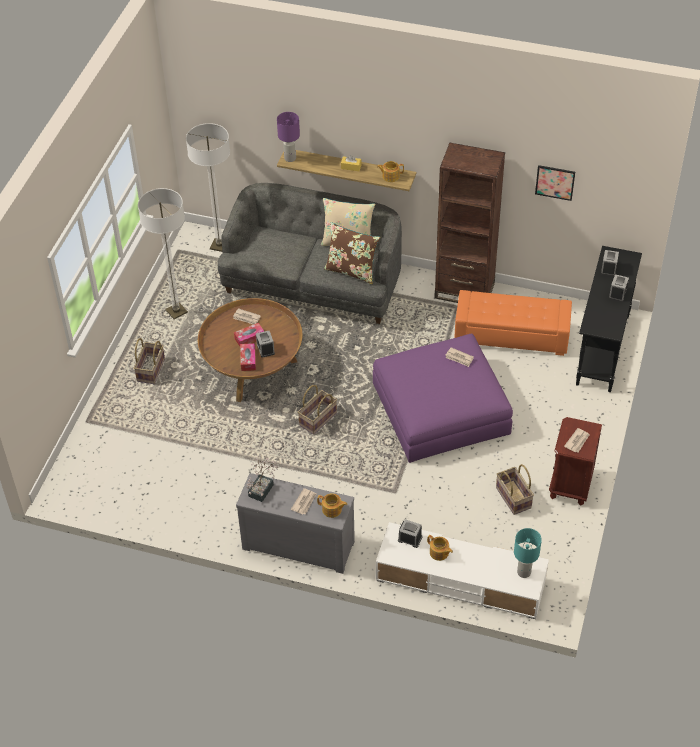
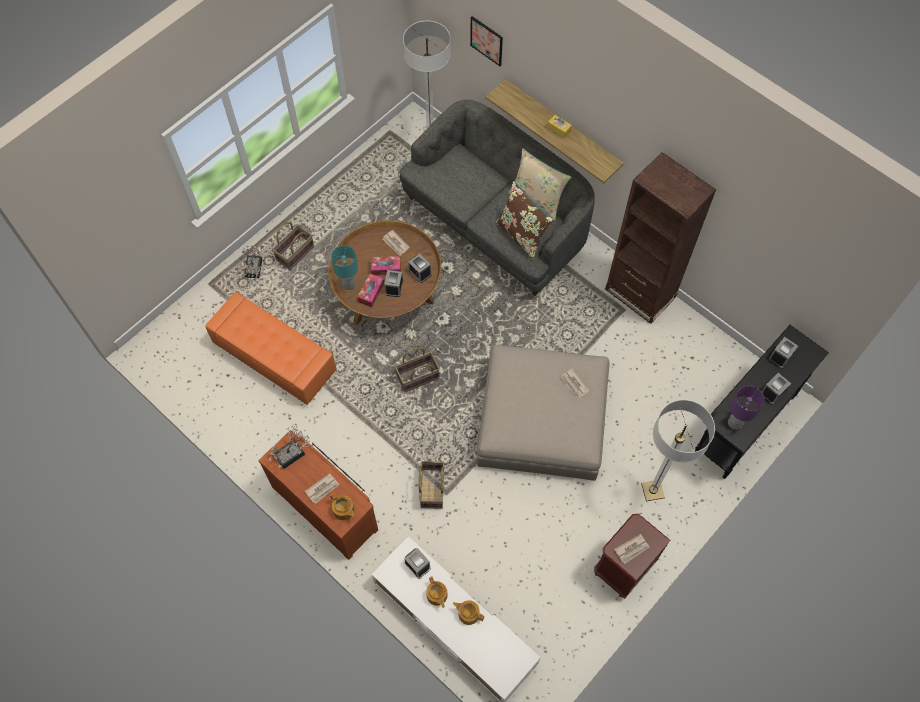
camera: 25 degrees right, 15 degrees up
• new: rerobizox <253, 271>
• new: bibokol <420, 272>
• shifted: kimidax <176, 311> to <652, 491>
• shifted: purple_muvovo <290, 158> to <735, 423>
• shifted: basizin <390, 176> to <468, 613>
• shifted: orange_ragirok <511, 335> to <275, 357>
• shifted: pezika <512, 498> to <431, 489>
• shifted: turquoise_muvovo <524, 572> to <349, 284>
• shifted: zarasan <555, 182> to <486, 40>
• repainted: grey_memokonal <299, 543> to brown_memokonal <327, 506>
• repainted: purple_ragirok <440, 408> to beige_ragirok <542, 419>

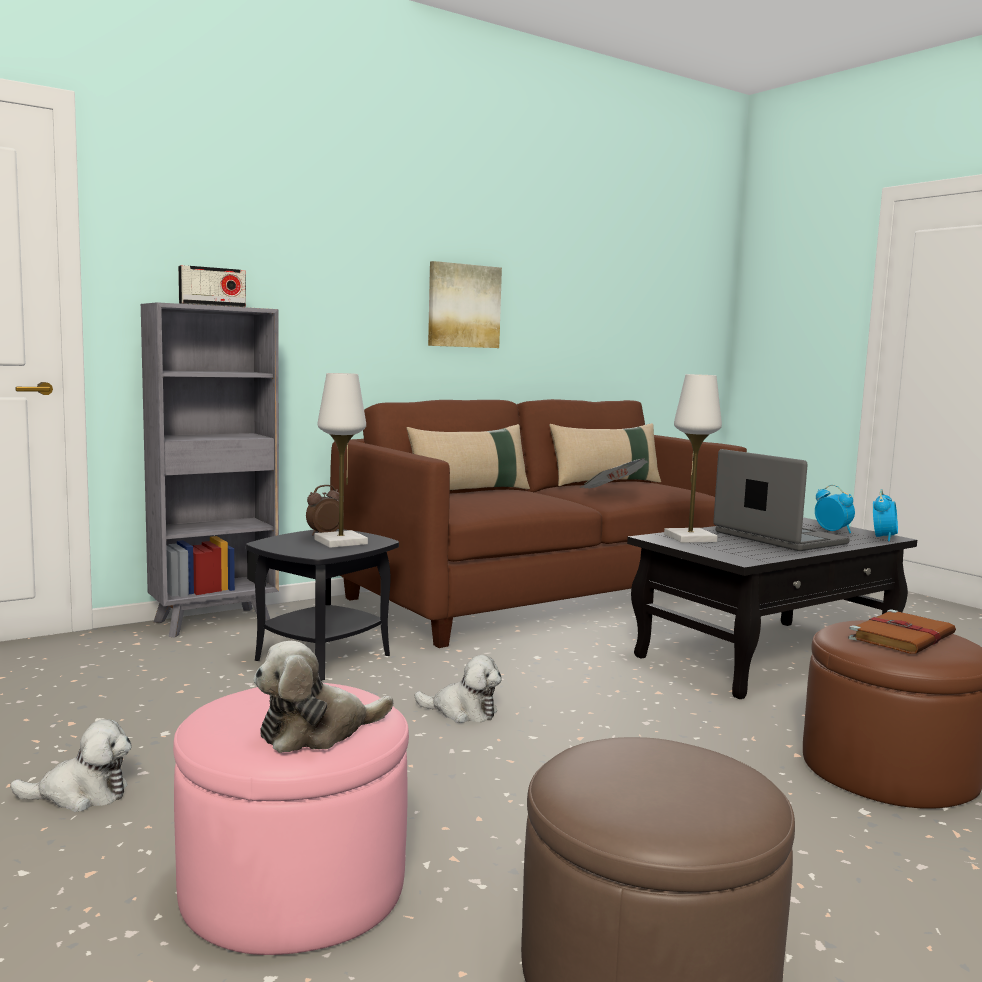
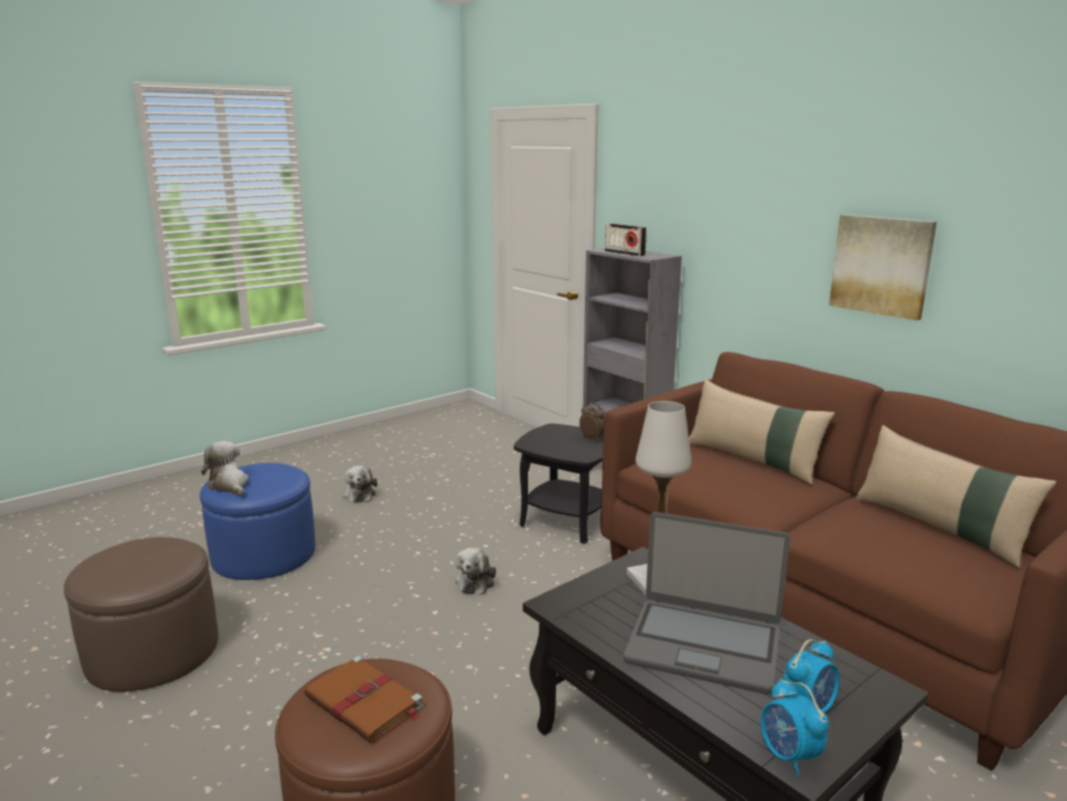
camera: 85 degrees right, 10 degrees up
• gone: white_muvovo <341, 542>
• gone: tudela <612, 492>
• repainted: pink_ragirok <294, 886> to blue_ragirok <264, 554>
• rotated: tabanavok <778, 538> = <703, 645> 60 degrees clockwise
• rotated: bibokol <883, 538> = <788, 755> 45 degrees clockwise

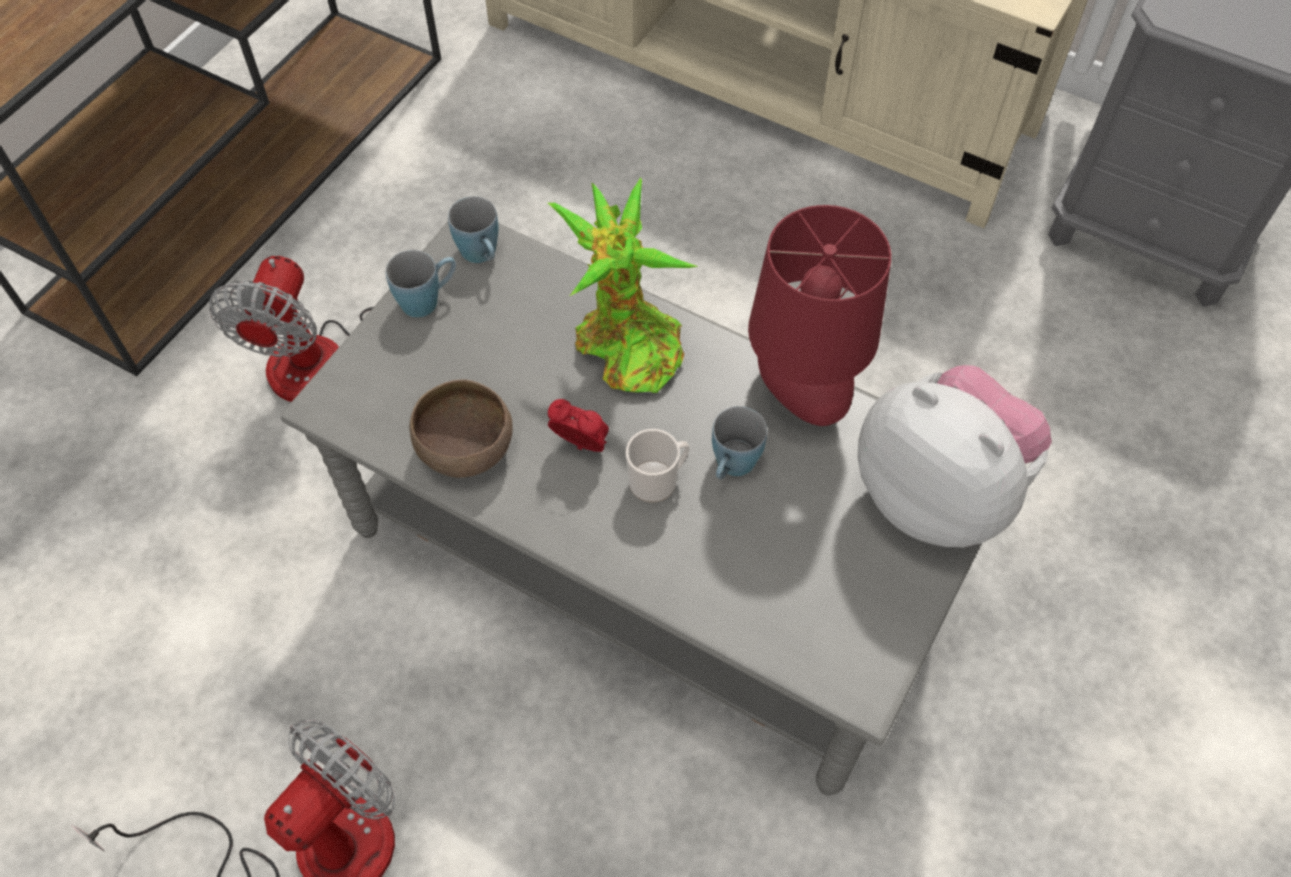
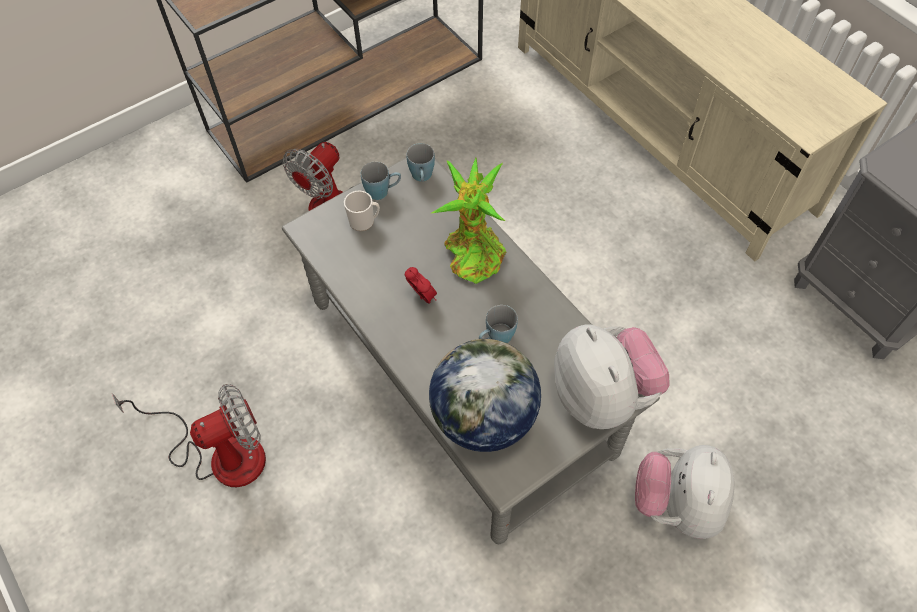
camera: 25 degrees right, 0 degrees up
• gone: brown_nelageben <467, 447>
• gone: red_muvovo <801, 394>
• new: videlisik <483, 417>
• new: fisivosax <677, 504>
• shifted: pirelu <658, 480> to <364, 221>

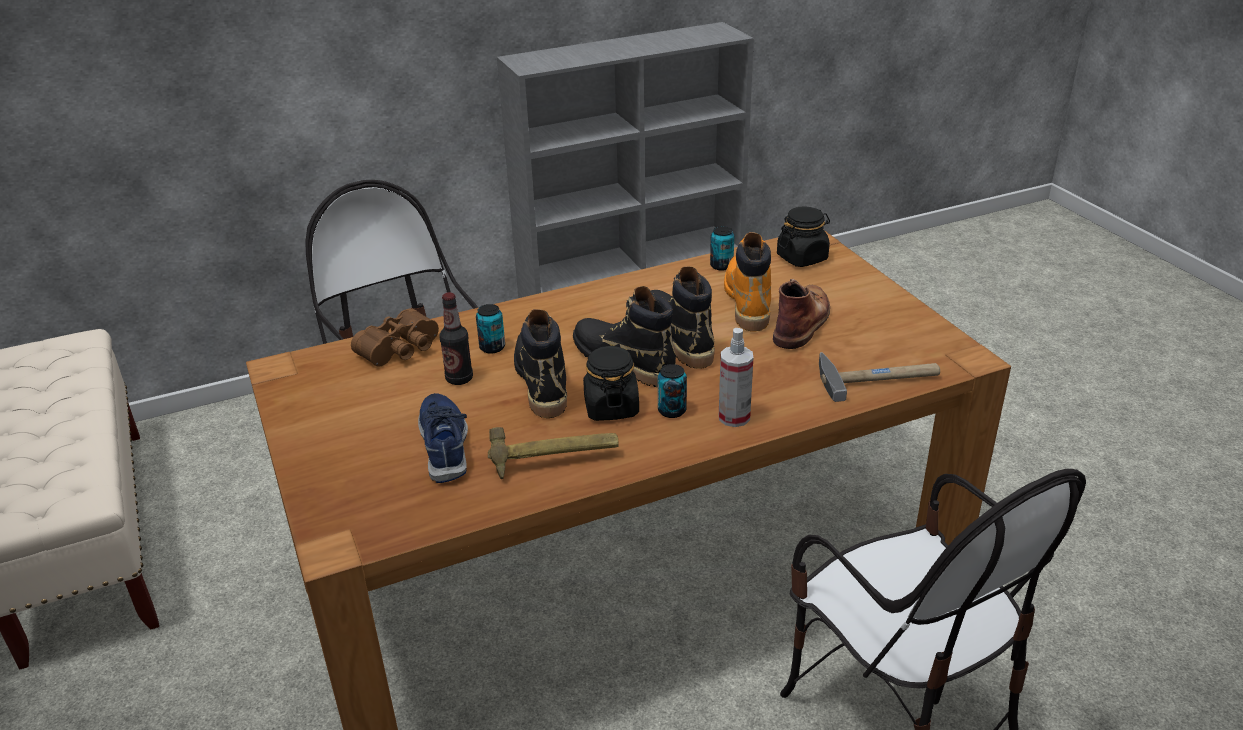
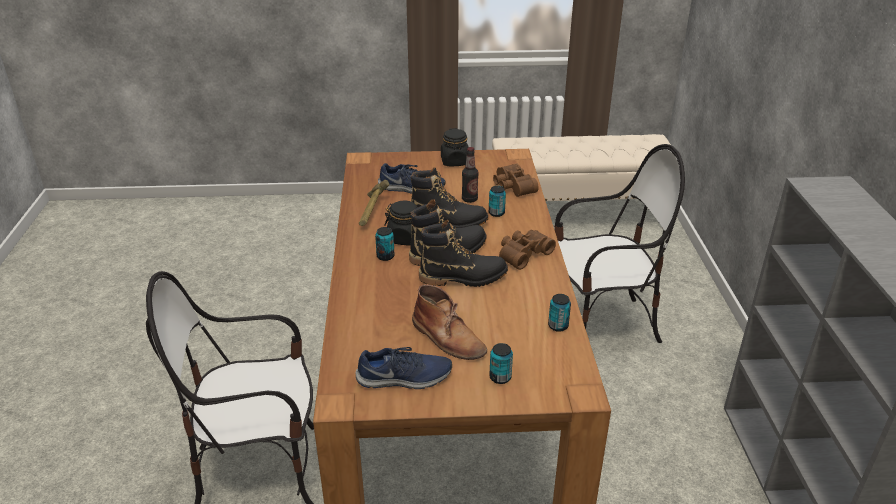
camera: 110 degrees right, 0 degrees up
• gone: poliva <734, 417>
• gone: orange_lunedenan <747, 302>
• gone: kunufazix <878, 377>
• new: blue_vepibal <404, 378>
• new: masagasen <500, 377>
• new: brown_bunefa <523, 254>
• shifted: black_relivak <802, 258> to <455, 162>

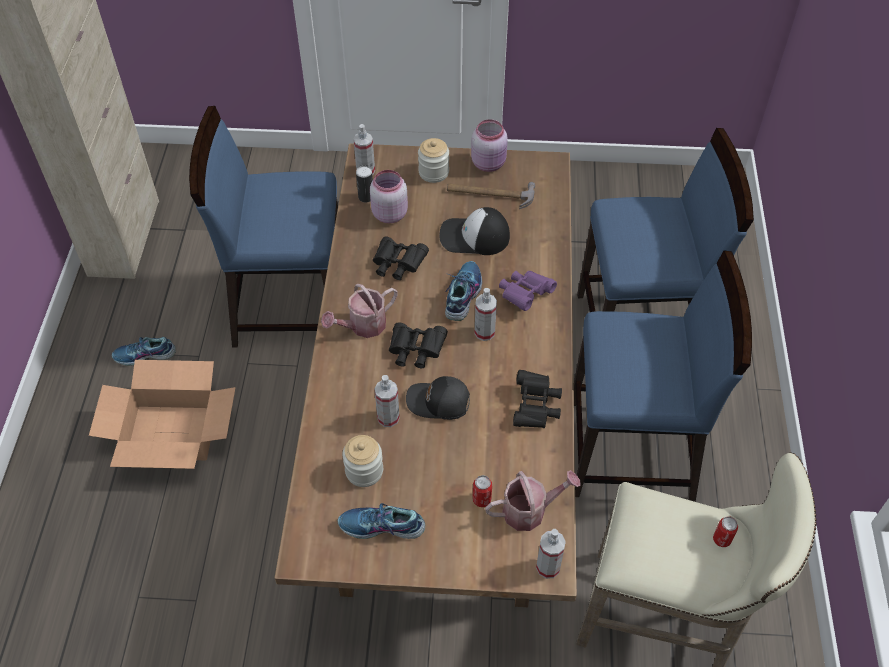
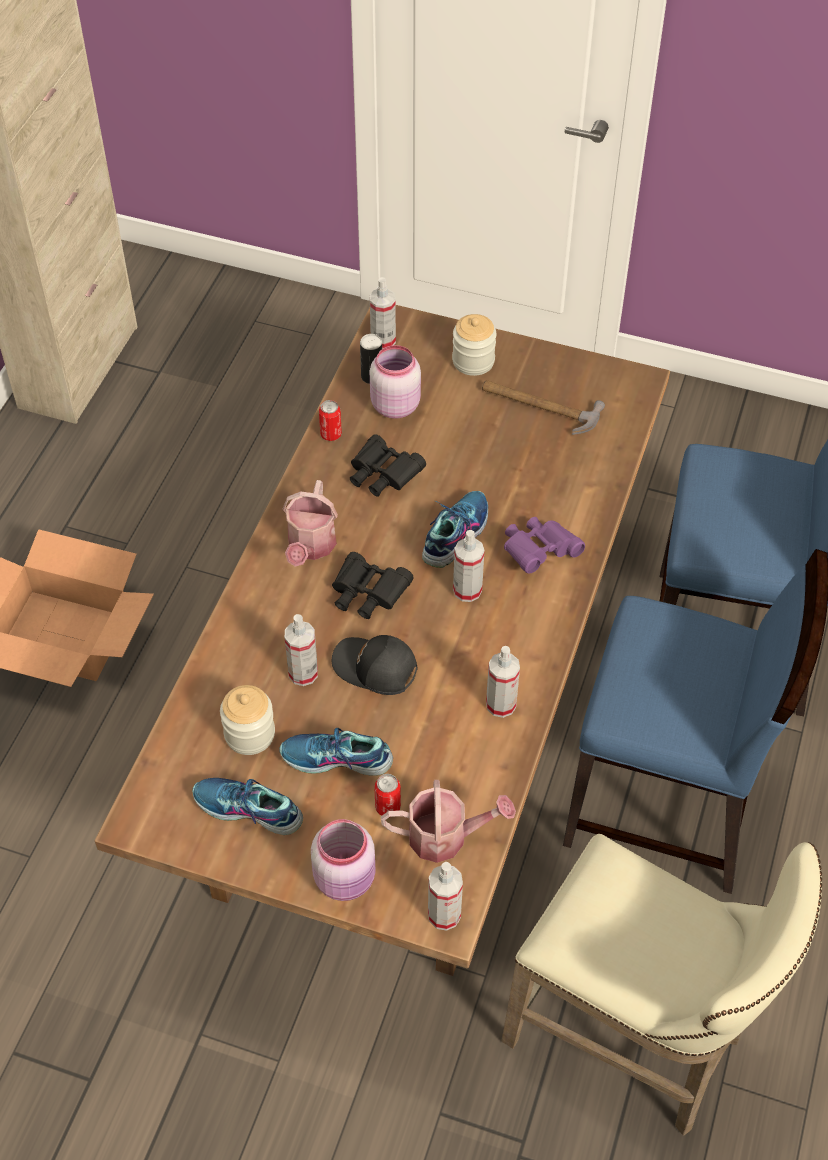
camera: 15 degrees right, 0 degrees up
• gone: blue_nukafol <289, 305>
• gone: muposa <474, 237>
• shifted: vepibal <145, 356> to <336, 760>
• shifted: pink_relivak <489, 163> to <346, 879>
• shifted: masagasen <721, 539> to <331, 434>
• swapped: black_bunefa <535, 407> to poliva <501, 704>
• rotated: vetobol <363, 326> = <310, 547> 60 degrees counterclockwise

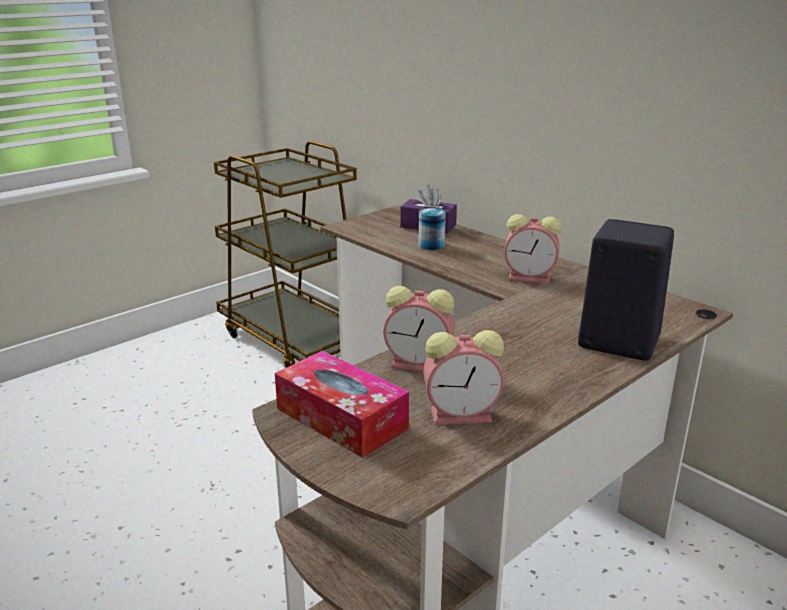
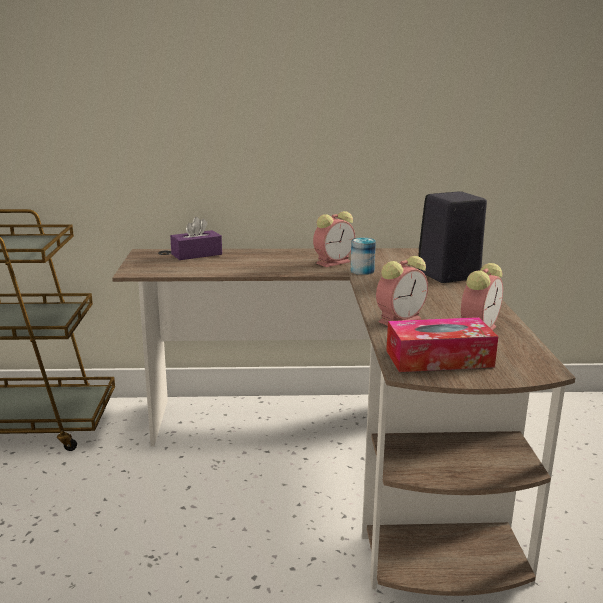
camera: 50 degrees left, 5 degrees down
• shifted: masagasen <431, 245> to <362, 271>

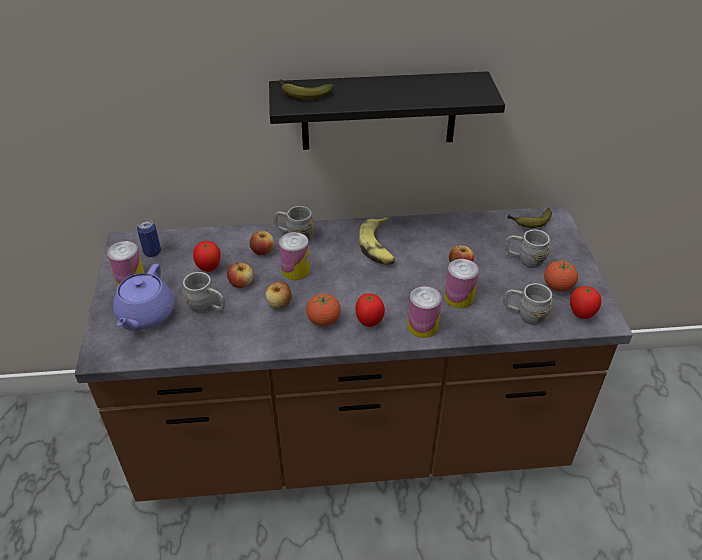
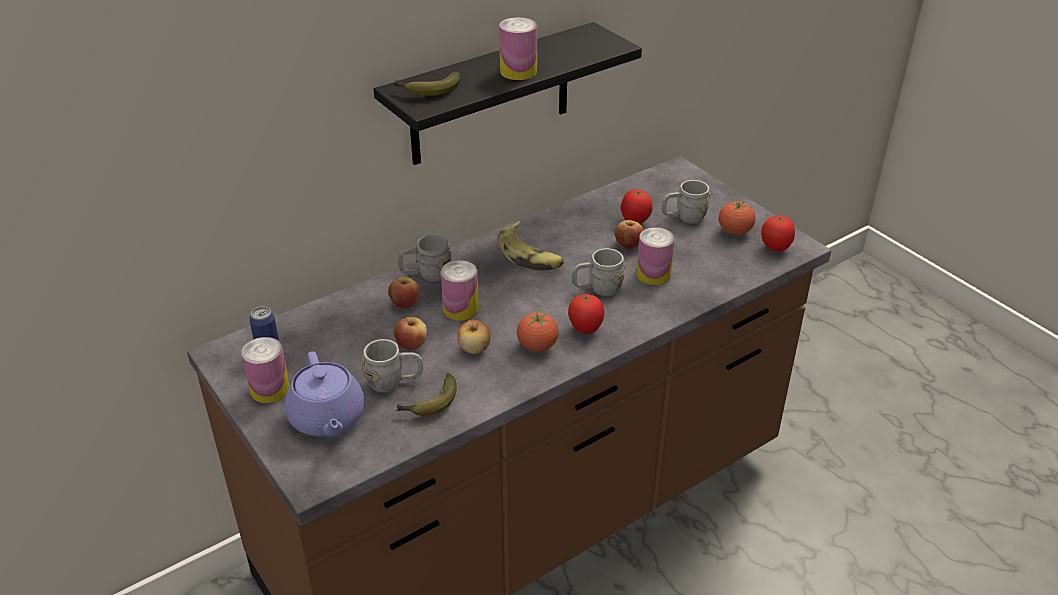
camera: 30 degrees left, 5 degrees down
• shifted: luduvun <209, 268> to <635, 221>
• shifted: masagasen <422, 326> to <518, 71>
• shifted: grey_pirelu <524, 315> to <597, 289>
• shifted: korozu <529, 222> to <430, 404>

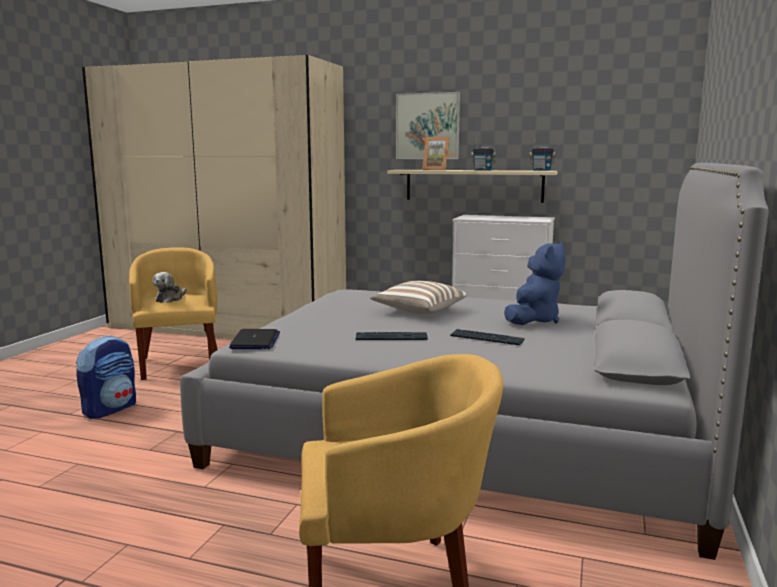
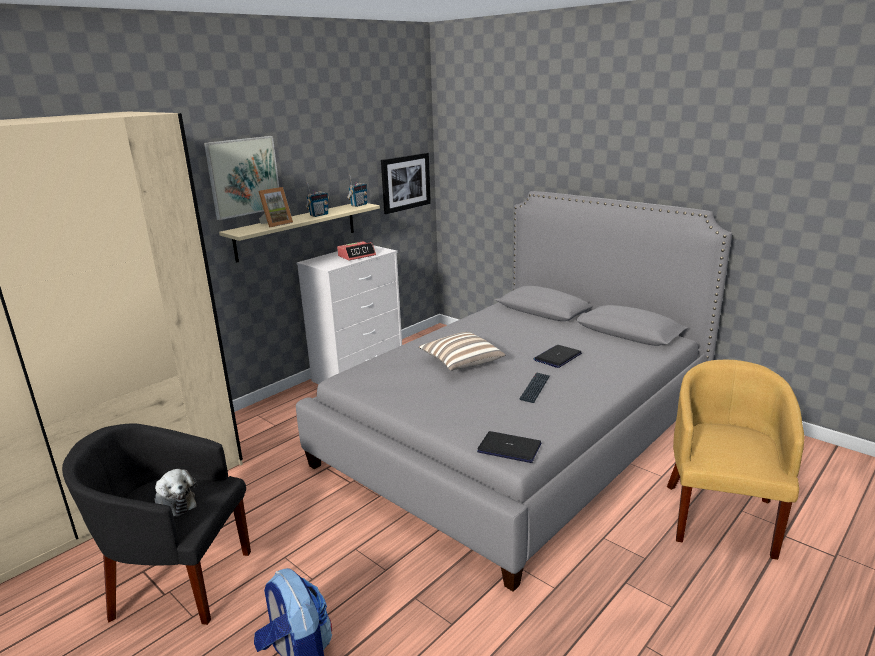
camera: 65 degrees left, 10 degrees up
• gone: blue_fisivosax <533, 320>
• new: bibokol <357, 255>
• new: zarasan <405, 182>
• swapped: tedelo <486, 338> to tabanavok <557, 357>
• repainted: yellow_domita <179, 364> to black_domita <178, 581>

